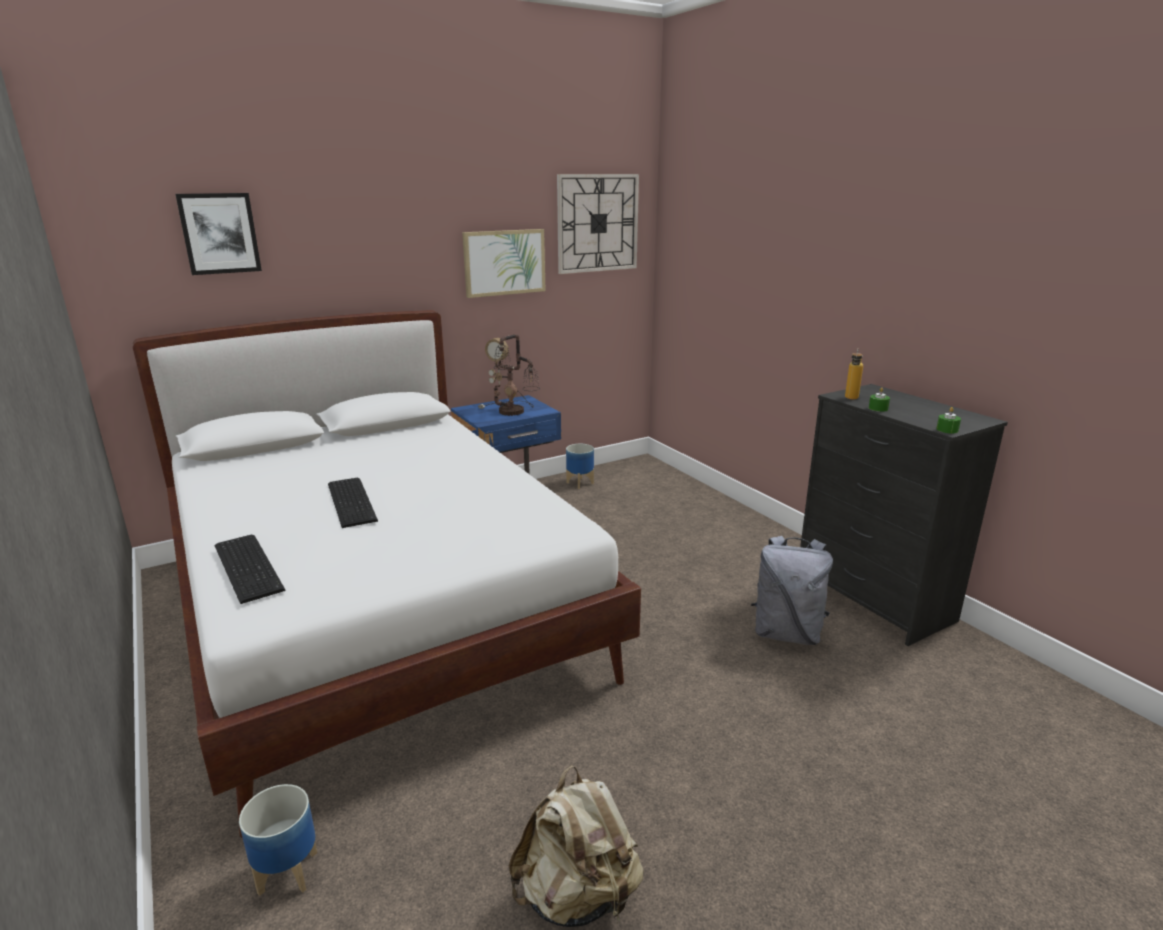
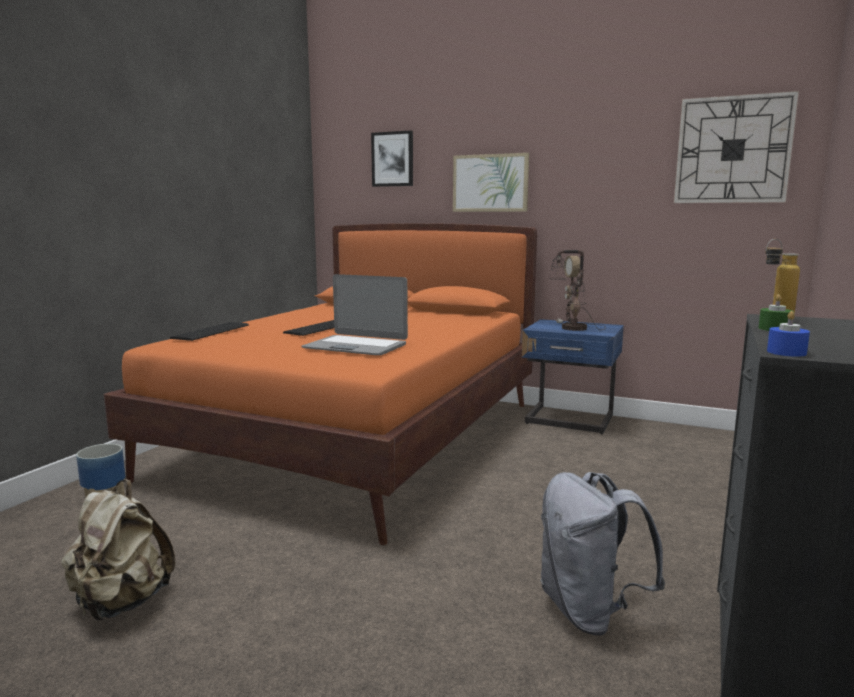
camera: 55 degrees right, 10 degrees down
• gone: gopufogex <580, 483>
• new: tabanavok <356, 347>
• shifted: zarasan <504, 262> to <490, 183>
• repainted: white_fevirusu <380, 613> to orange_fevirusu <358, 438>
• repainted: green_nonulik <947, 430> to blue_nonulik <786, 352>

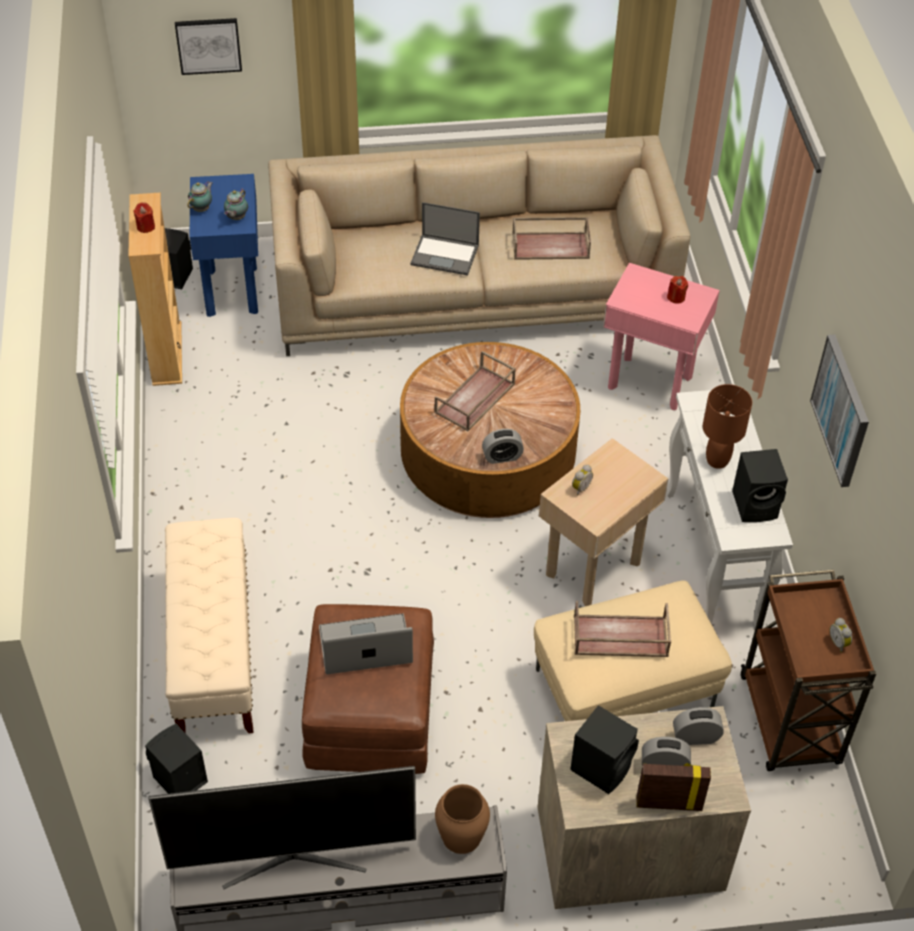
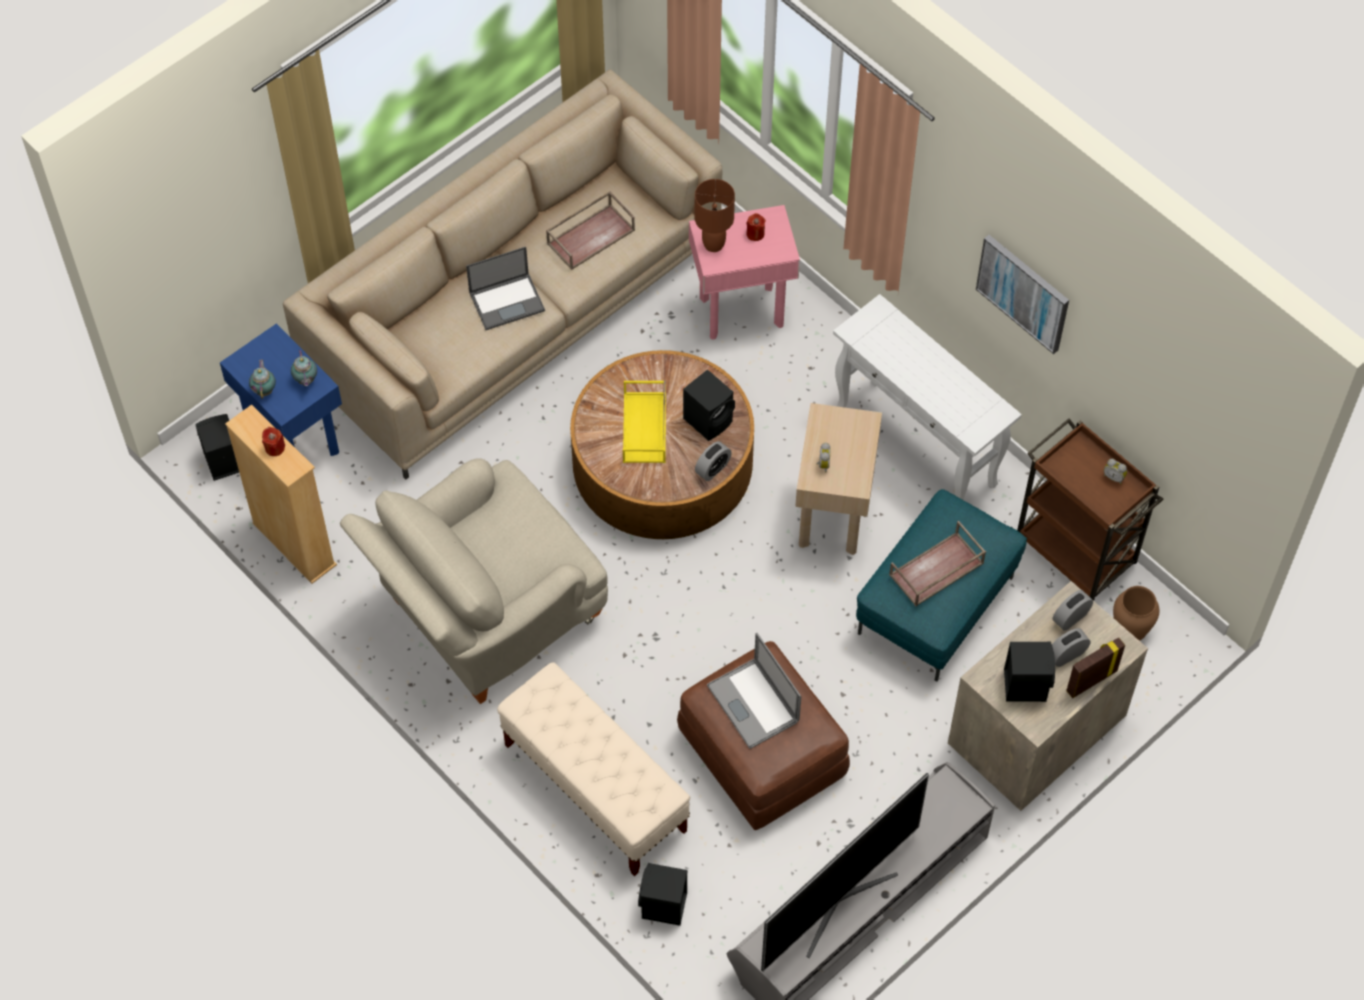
camera: 35 degrees left, 10 degrees up
• gone: zarasan <208, 45>
• new: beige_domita <484, 615>
• shifted: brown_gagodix <461, 836> to <1131, 628>
• shifted: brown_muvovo <717, 460> to <713, 244>
• shifted: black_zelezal <756, 505> to <709, 419>
• repainted: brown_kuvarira <475, 399> to yellow_kuvarira <645, 428>
• repainted: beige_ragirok <624, 690> to turquoise_ragirok <936, 607>
• rotated: tabanavok <365, 646> = <753, 703> 75 degrees counterclockwise

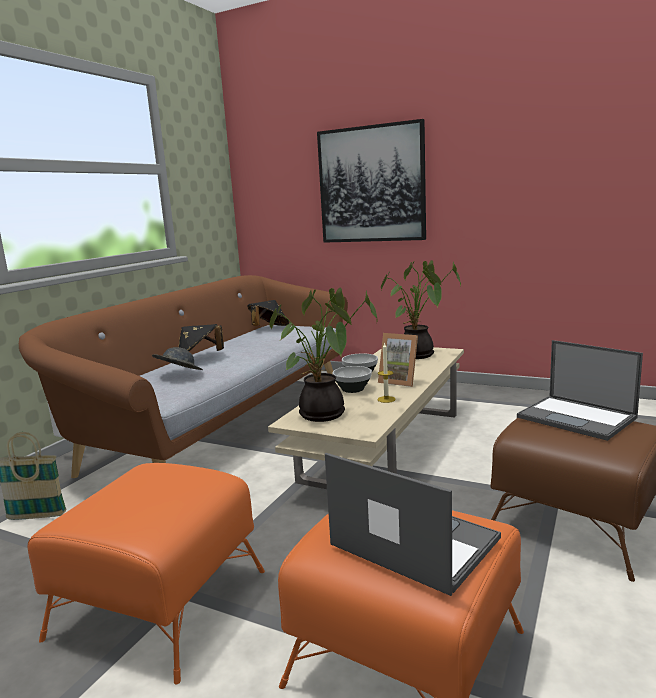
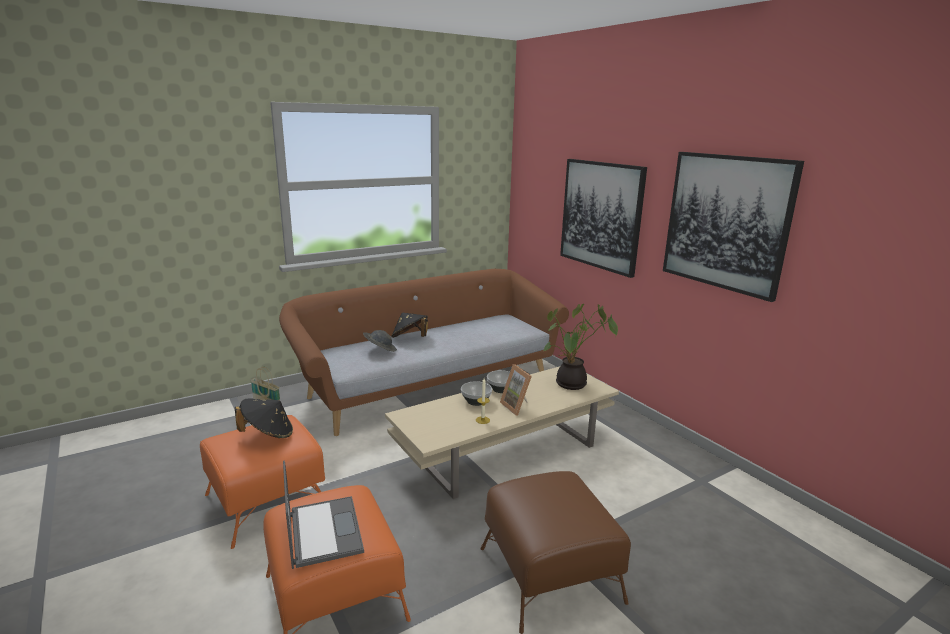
camera: 30 degrees right, 5 degrees up
• gone: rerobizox <324, 415>
• gone: tabanavok <577, 418>
• new: zarasan <726, 222>
• shifted: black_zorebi <269, 328> to <268, 434>

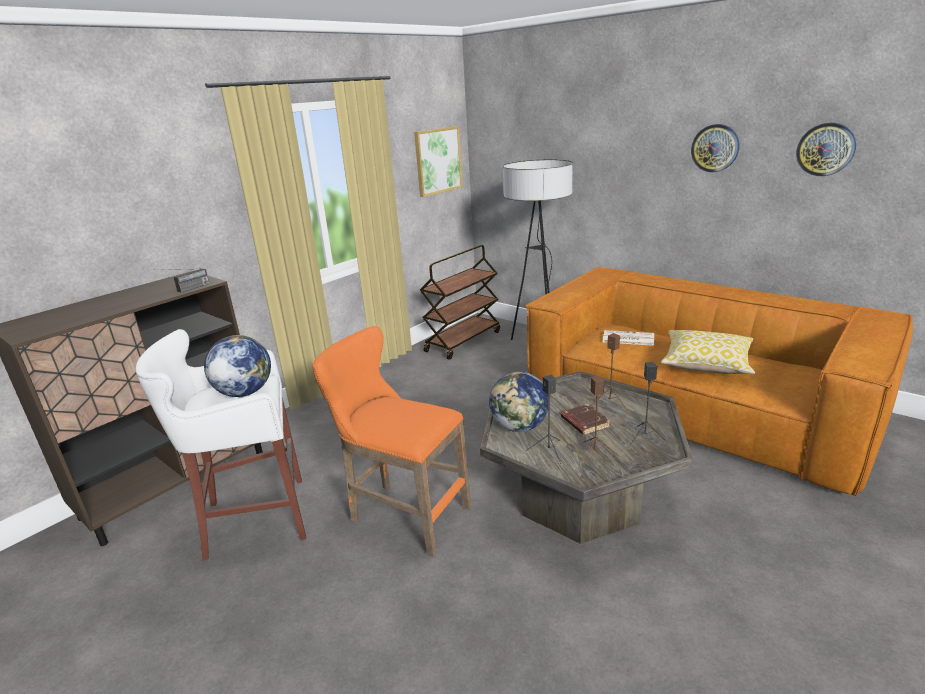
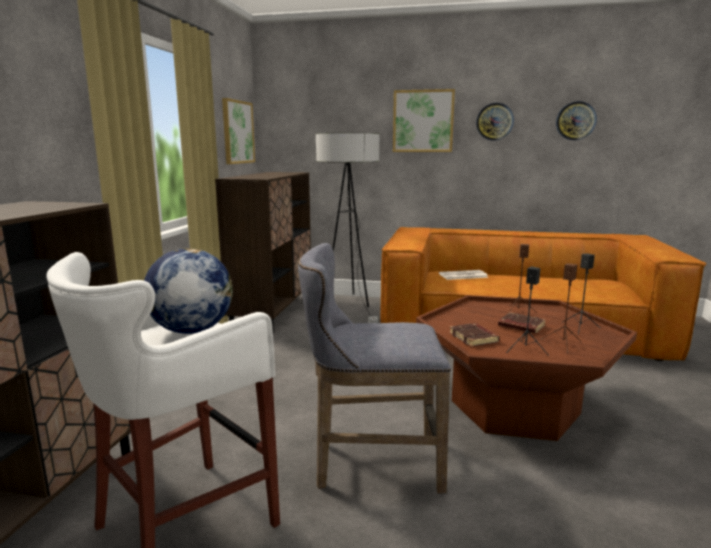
camera: 30 degrees left, 10 degrees down
• gone: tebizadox <186, 290>
• gone: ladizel <706, 364>
• new: zarasan <423, 121>
• swapped: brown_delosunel <463, 341> to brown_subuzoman <273, 312>
• swapped: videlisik <520, 427> to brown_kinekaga <474, 338>
• repainted: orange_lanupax <403, 514> to grey_lanupax <370, 464>
• repainted: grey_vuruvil <580, 497> to brown_vuruvil <514, 406>

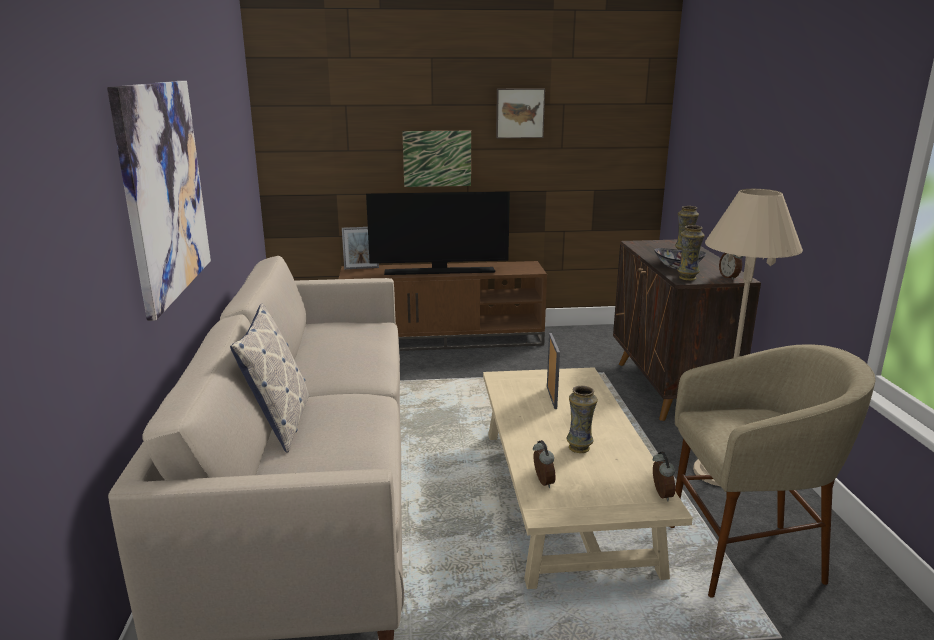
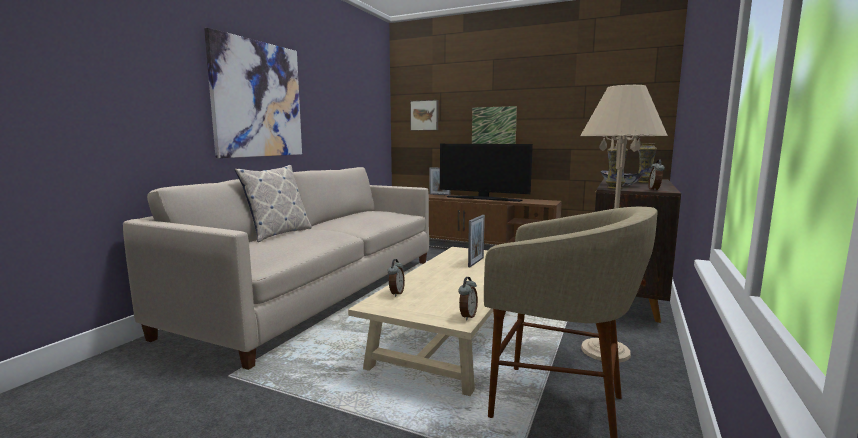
camera: 30 degrees right, 10 degrees down
• gone: gagodix <579, 448>
• shifted: zarasan <519, 113> to <424, 115>

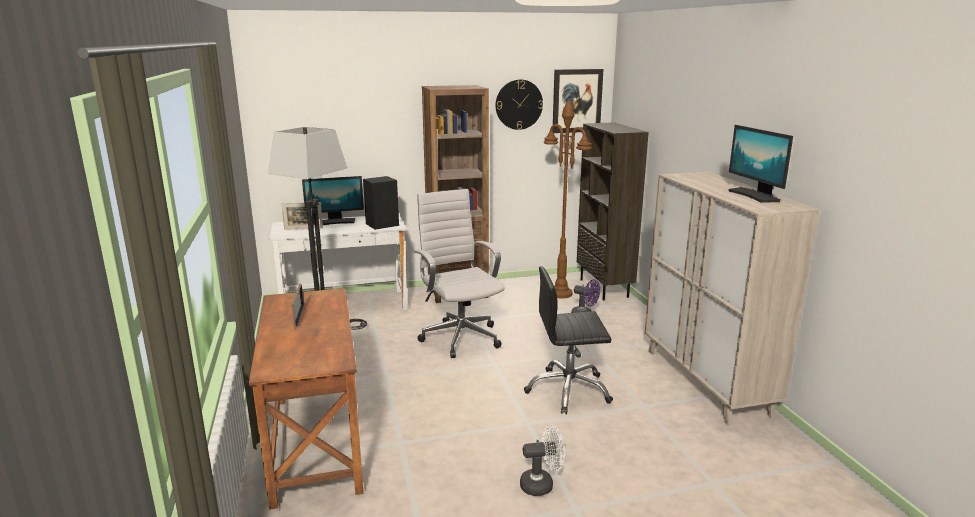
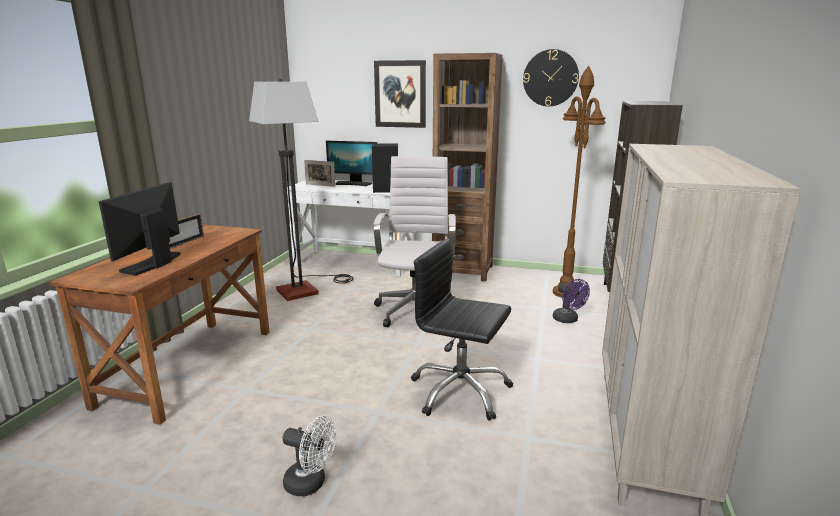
camera: 30 degrees right, 0 degrees up
• shifted: zarasan <577, 101> to <400, 94>
• shifted: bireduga <754, 195> to <153, 264>

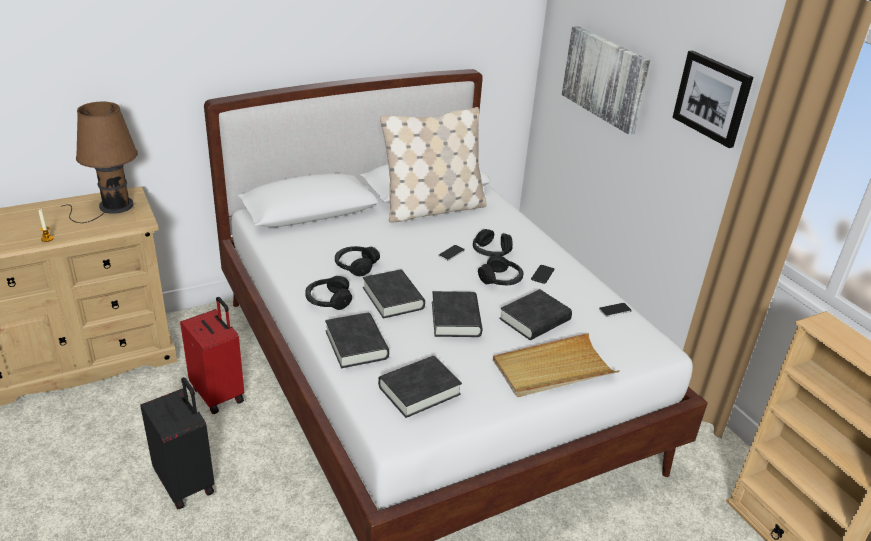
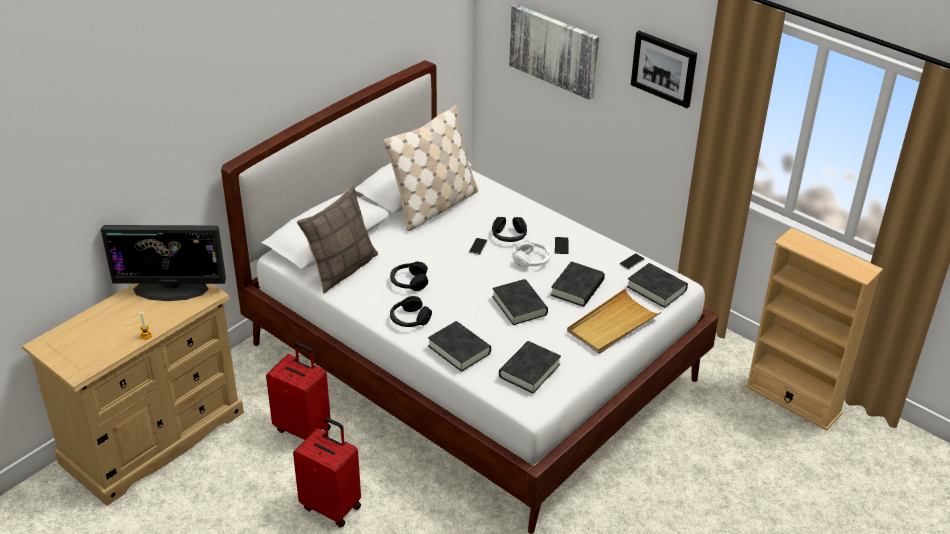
camera: 20 degrees left, 5 degrees up
• new: ladizel <341, 269>
• shifted: black_kinekaga <393, 298> to <656, 289>
• swapped: brown_muvovo <112, 207> to bireduga <171, 288>
• repainted: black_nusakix <186, 483> to red_nusakix <332, 506>
• repainted: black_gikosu <501, 279> to white_gikosu <532, 260>

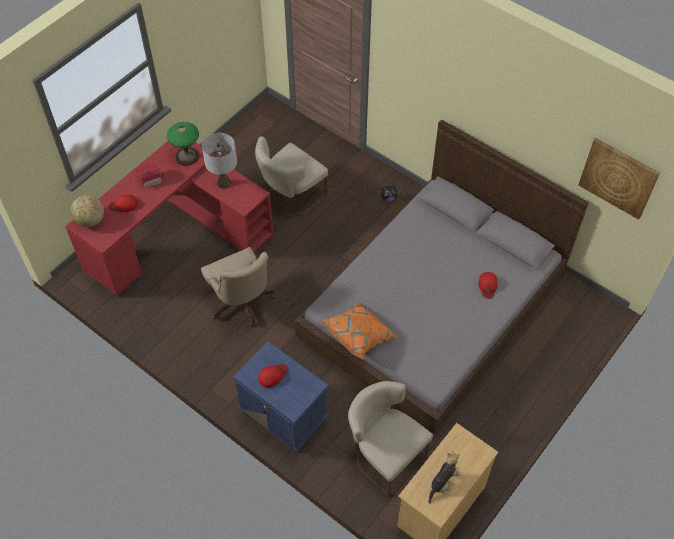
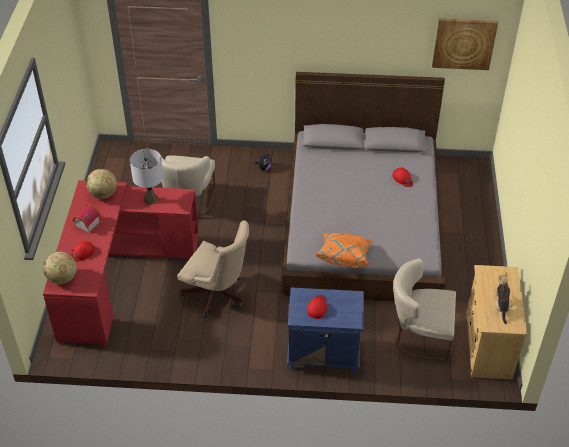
camera: 35 degrees left, 10 degrees down
• swapped: muvovo <187, 157> to videlisik <103, 194>

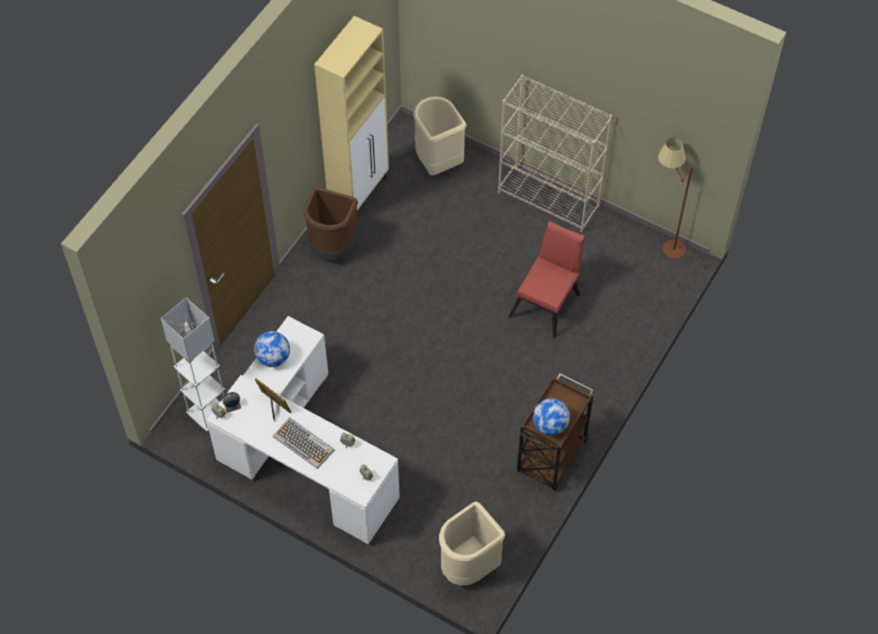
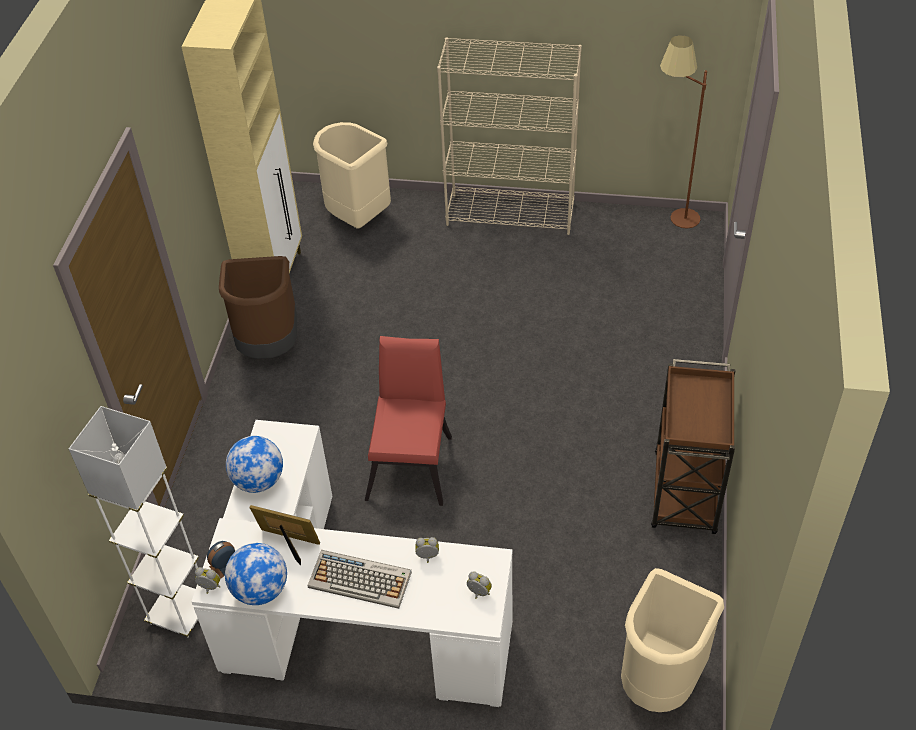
camera: 20 degrees left, 10 degrees down
• shifted: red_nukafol <547, 302> to <411, 462>
• shifted: videlisik <550, 425> to <261, 590>

